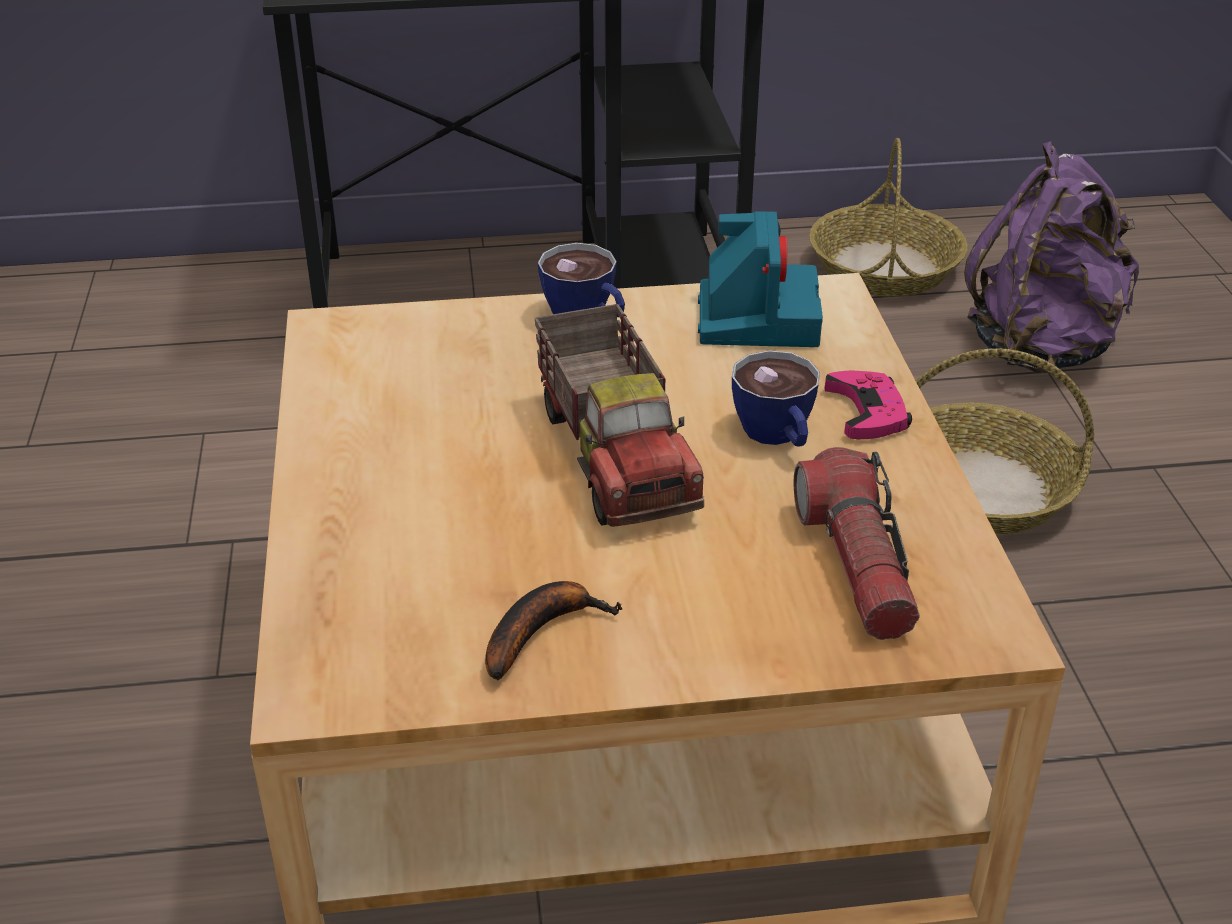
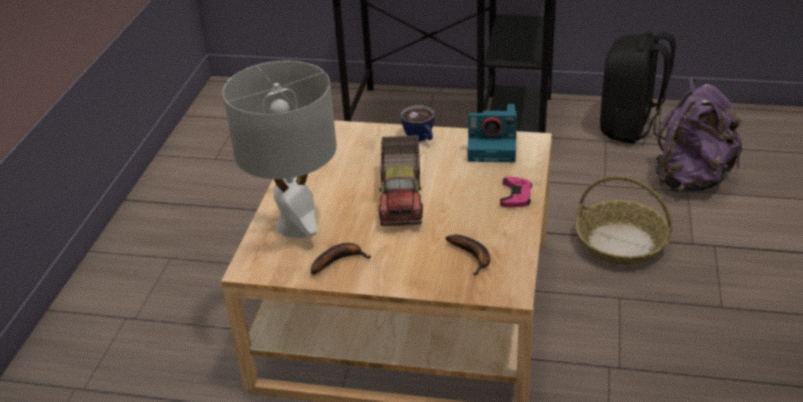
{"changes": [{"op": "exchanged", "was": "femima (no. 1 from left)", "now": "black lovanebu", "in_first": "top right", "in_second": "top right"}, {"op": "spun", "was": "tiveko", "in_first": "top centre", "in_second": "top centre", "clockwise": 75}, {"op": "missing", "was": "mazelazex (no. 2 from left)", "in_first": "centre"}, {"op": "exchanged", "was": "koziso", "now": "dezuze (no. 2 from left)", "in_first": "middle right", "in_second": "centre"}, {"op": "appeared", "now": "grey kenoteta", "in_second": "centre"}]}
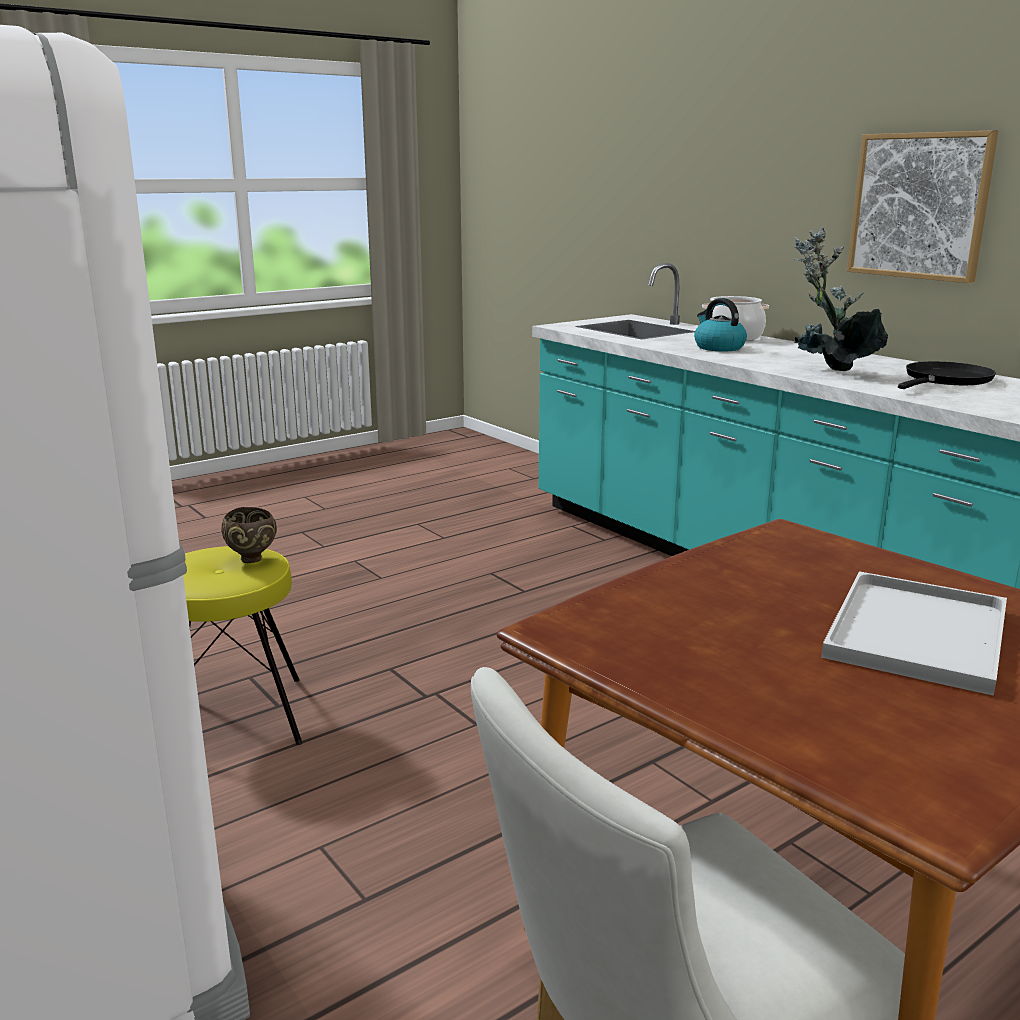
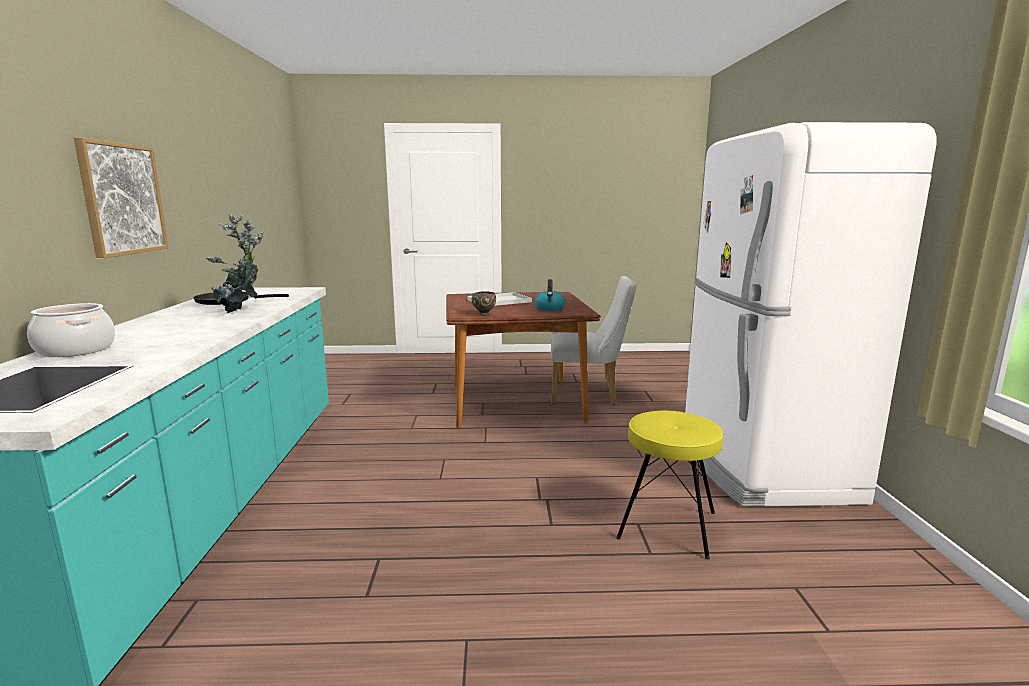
{"changes": [{"op": "relocated", "was": "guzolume", "in_first": "top right", "in_second": "centre"}, {"op": "relocated", "was": "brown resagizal", "in_first": "middle left", "in_second": "centre"}]}
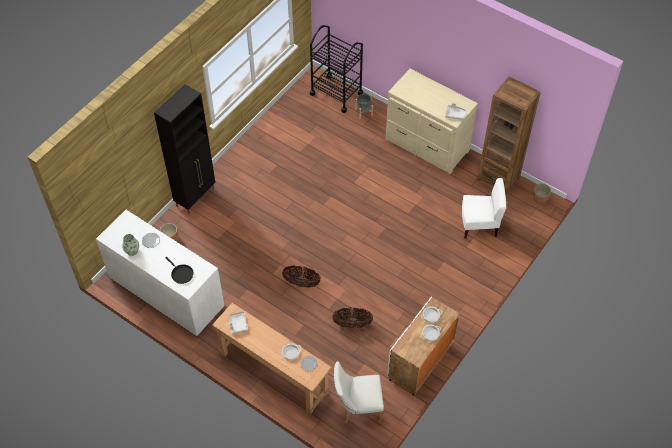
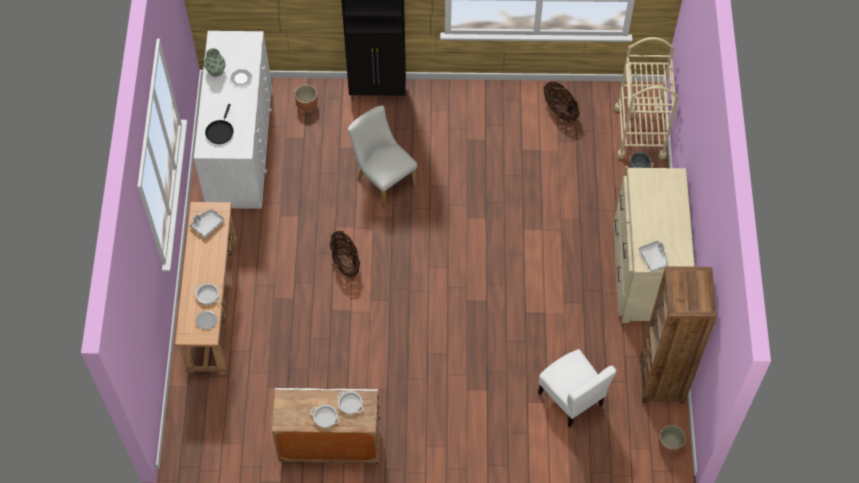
{"changes": [{"op": "colour", "was": "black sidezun", "now": "beige sidezun", "in_first": "top centre", "in_second": "top right"}, {"op": "relocated", "was": "femima (no. 2 from left)", "in_first": "bottom centre", "in_second": "top centre"}, {"op": "relocated", "was": "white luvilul (no. 1 from left)", "in_first": "bottom centre", "in_second": "top centre"}]}
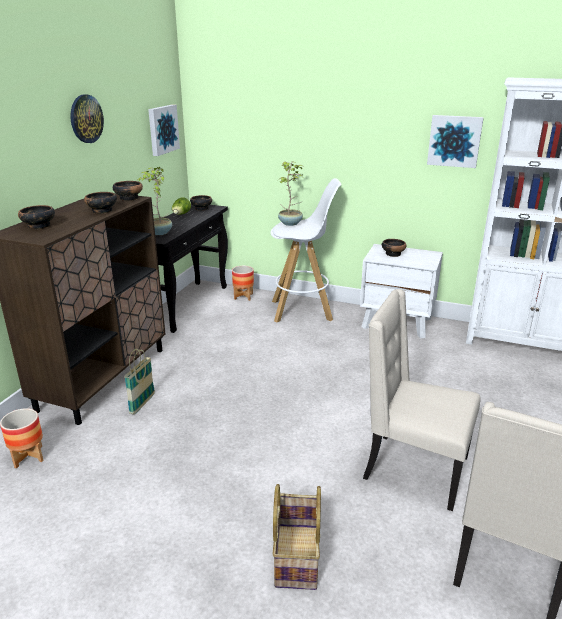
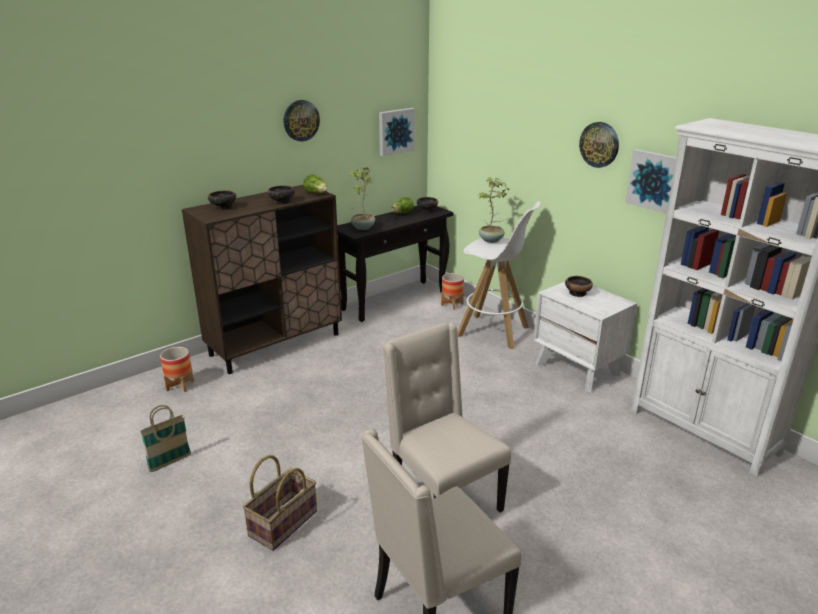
{"changes": [{"op": "exchanged", "was": "resagizal (no. 3 from left)", "now": "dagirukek (no. 1 from left)", "in_first": "top left", "in_second": "top centre"}, {"op": "relocated", "was": "femima (no. 1 from left)", "in_first": "middle left", "in_second": "bottom left"}, {"op": "appeared", "now": "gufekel (no. 2 from left)", "in_second": "top right"}]}
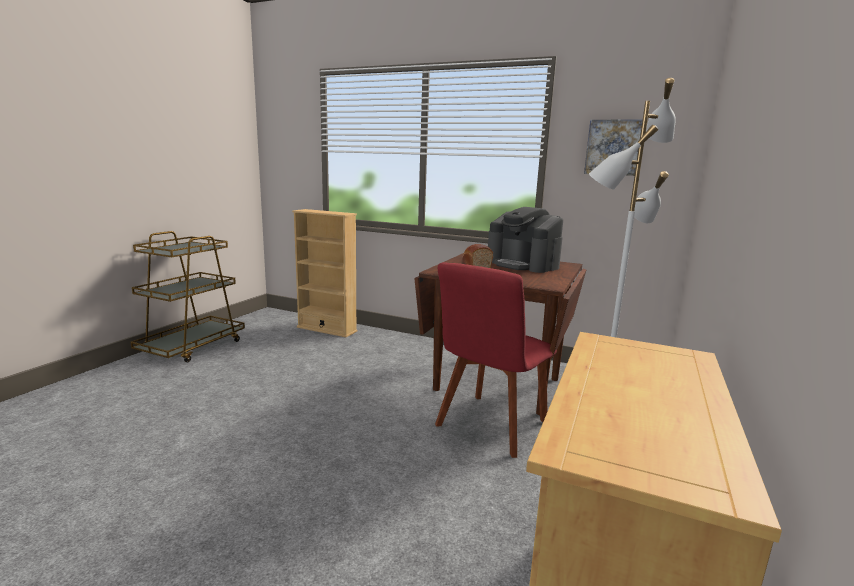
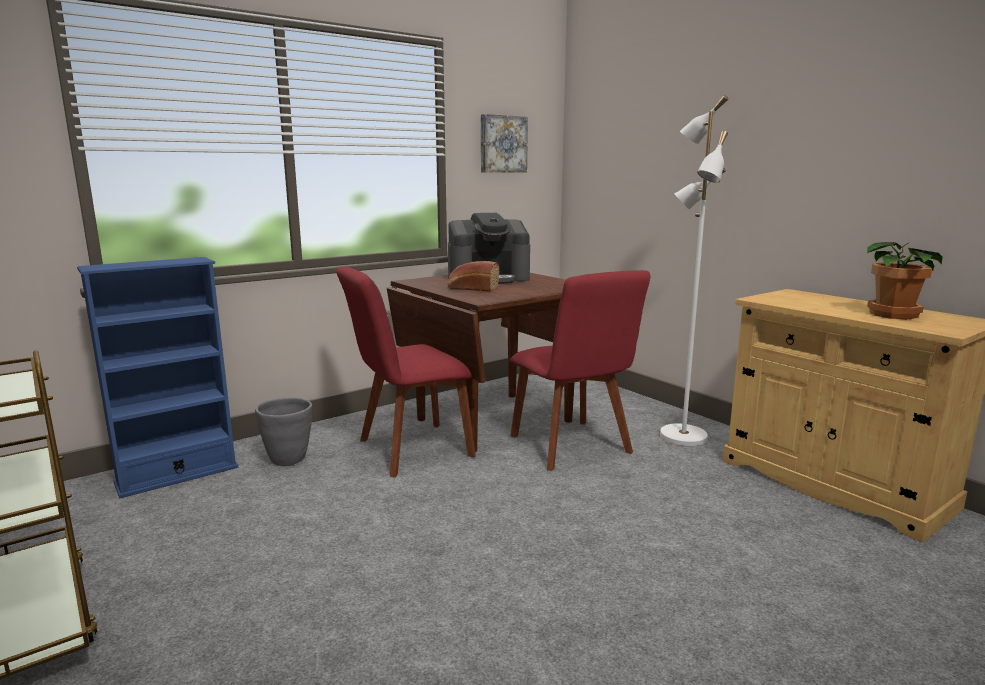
{"changes": [{"op": "colour", "was": "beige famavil", "now": "blue famavil", "in_first": "centre", "in_second": "middle left"}, {"op": "appeared", "now": "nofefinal", "in_second": "middle right"}, {"op": "appeared", "now": "red luvilul (no. 1 from left)", "in_second": "centre"}, {"op": "appeared", "now": "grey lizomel", "in_second": "middle left"}]}
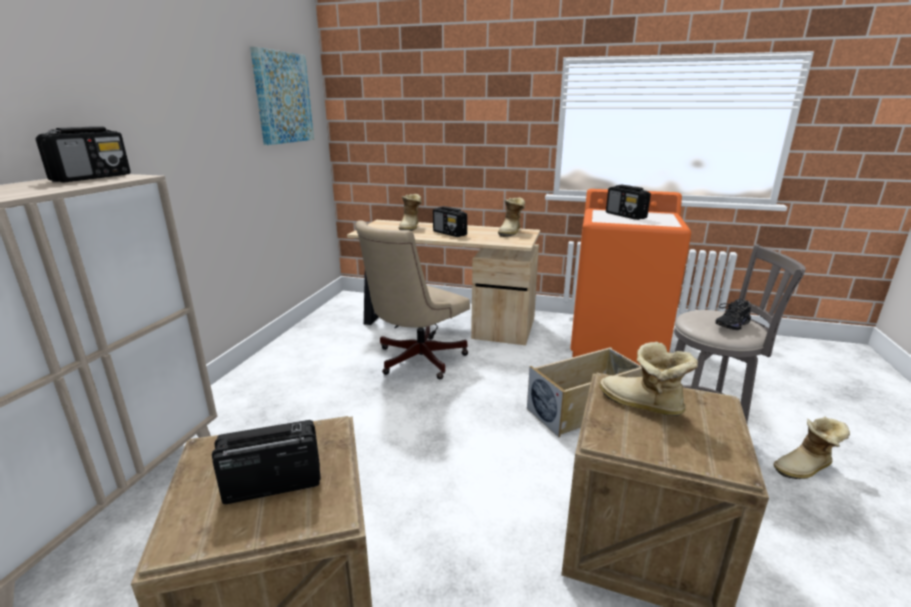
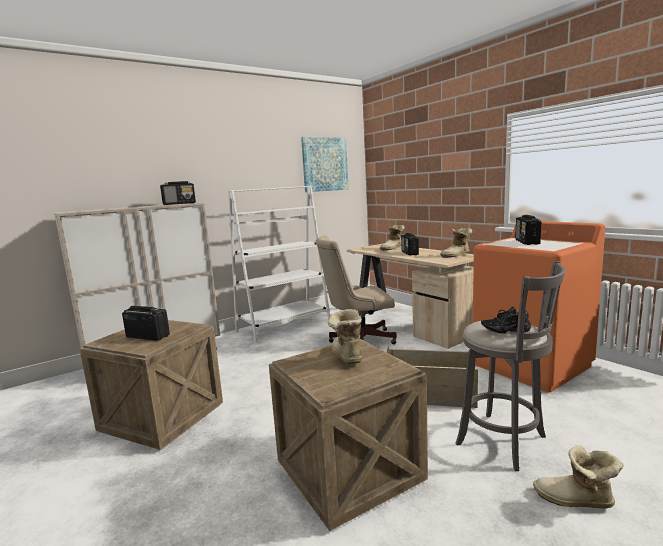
{"changes": [{"op": "appeared", "now": "white famavil", "in_second": "centre"}]}
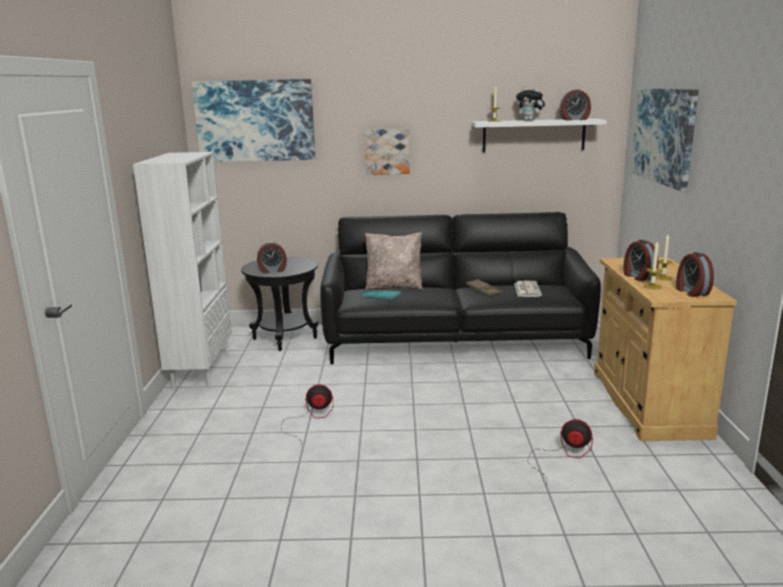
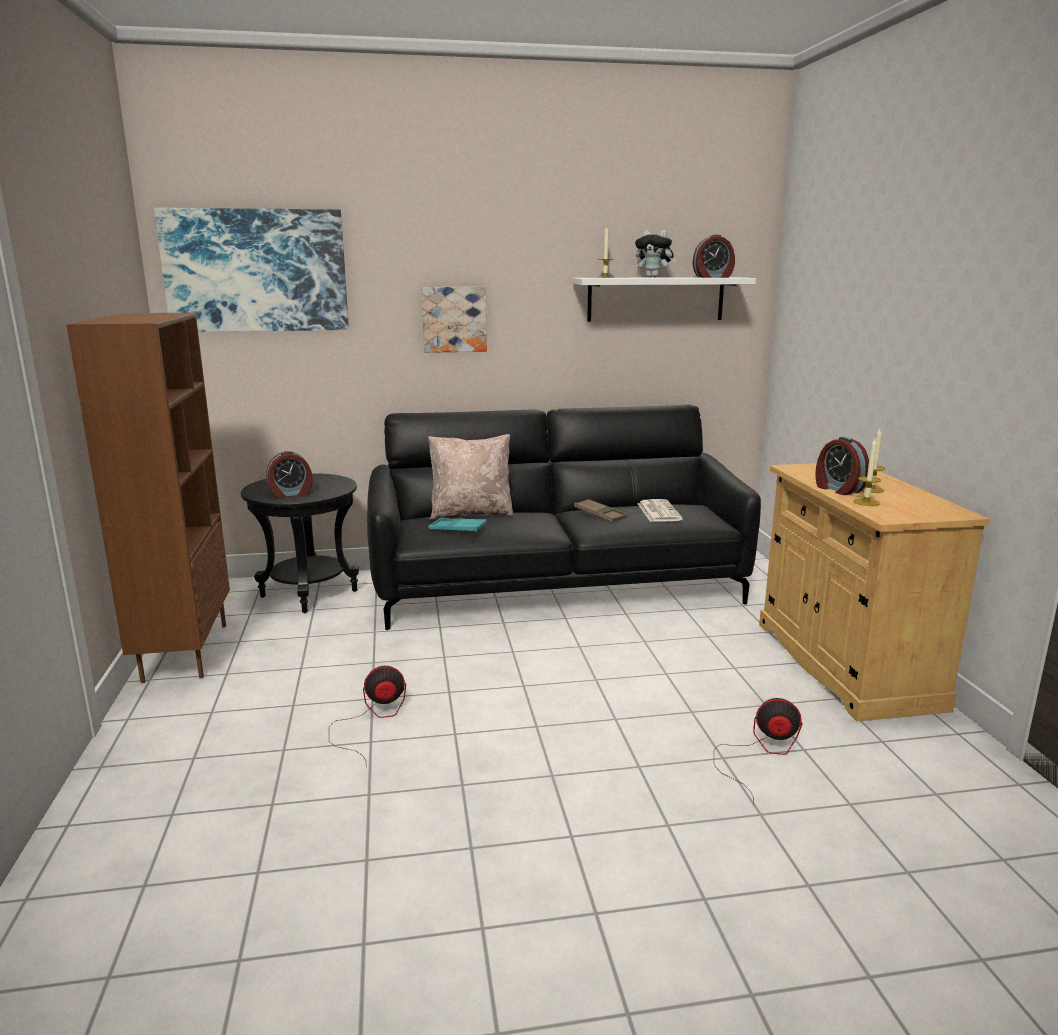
{"changes": [{"op": "missing", "was": "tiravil (no. 3 from left)", "in_first": "top right"}, {"op": "colour", "was": "white famavil", "now": "brown famavil", "in_first": "middle left", "in_second": "middle left"}, {"op": "missing", "was": "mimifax (no. 4 from left)", "in_first": "middle right"}]}
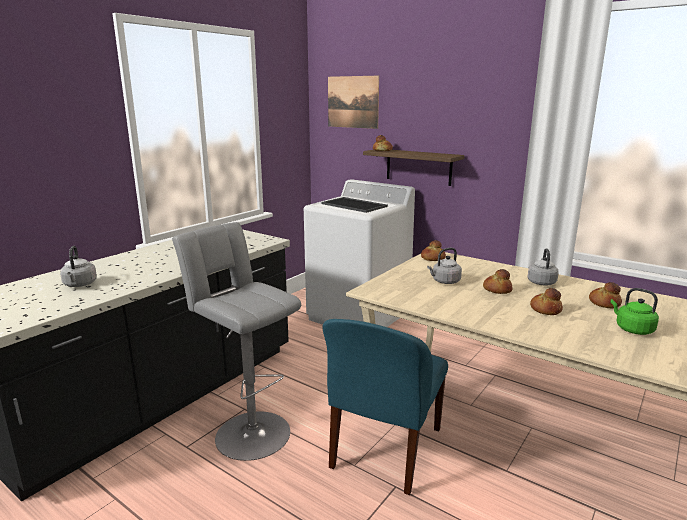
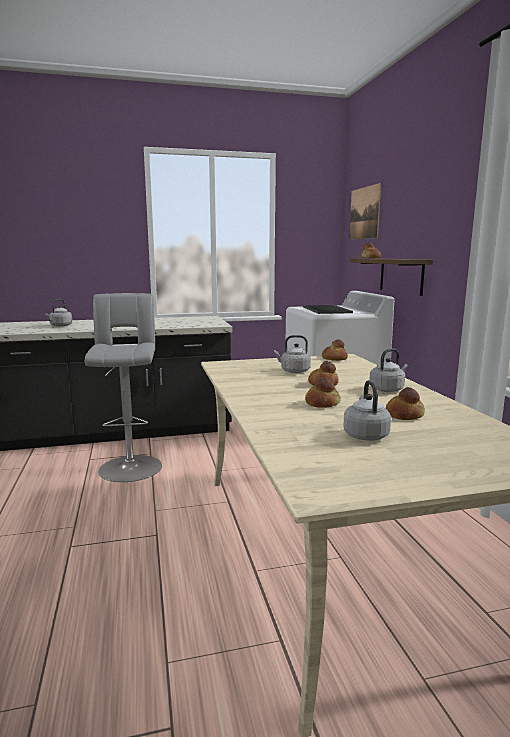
{"changes": [{"op": "colour", "was": "green guzolume", "now": "grey guzolume (no. 3 from left)", "in_first": "middle right", "in_second": "middle right"}, {"op": "missing", "was": "blue luvilul", "in_first": "bottom centre"}]}
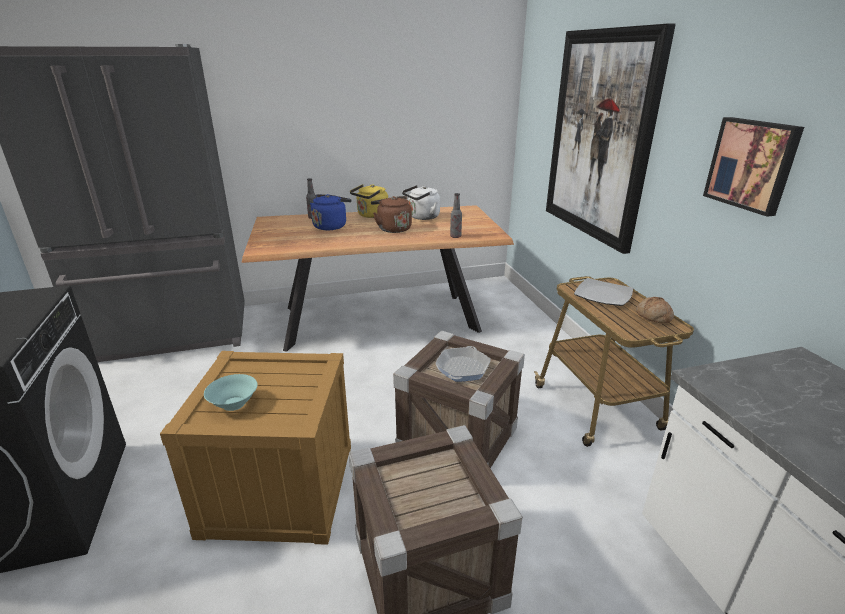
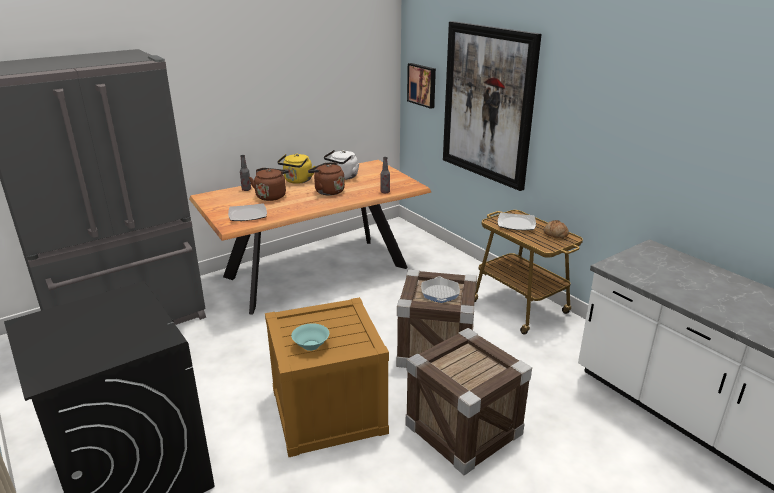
{"changes": [{"op": "relocated", "was": "tiravil (no. 2 from left in the first image)", "now": "tiravil (no. 1 from left)", "in_first": "top right", "in_second": "top centre"}, {"op": "colour", "was": "blue guzolume", "now": "brown guzolume (no. 1 from left)", "in_first": "centre", "in_second": "centre"}, {"op": "appeared", "now": "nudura (no. 1 from left)", "in_second": "middle left"}]}
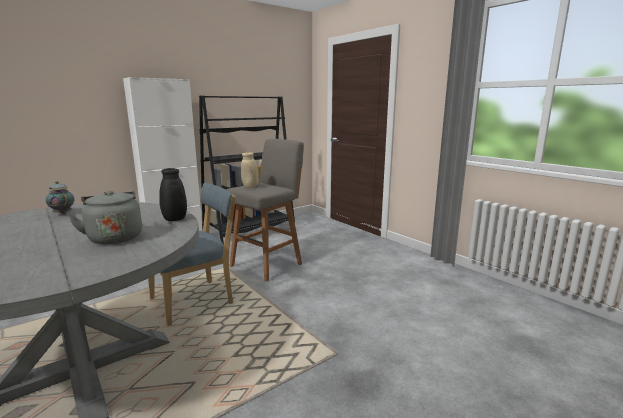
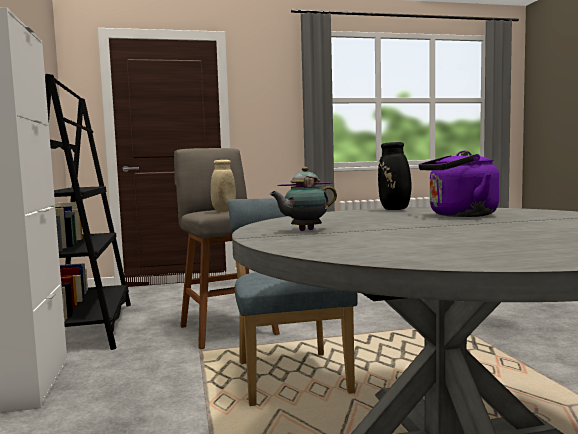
{"changes": [{"op": "colour", "was": "grey guzolume", "now": "purple guzolume", "in_first": "middle left", "in_second": "middle right"}]}
